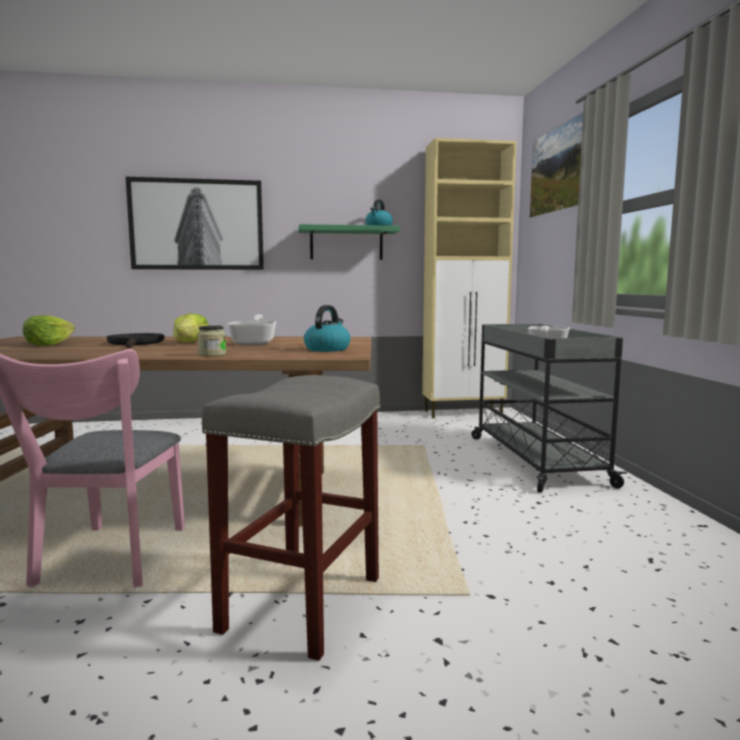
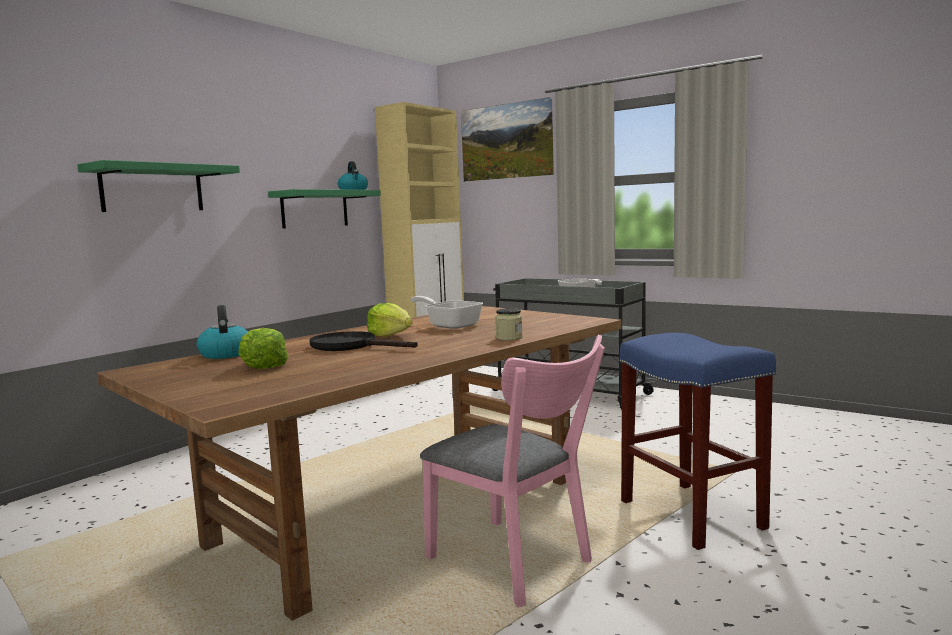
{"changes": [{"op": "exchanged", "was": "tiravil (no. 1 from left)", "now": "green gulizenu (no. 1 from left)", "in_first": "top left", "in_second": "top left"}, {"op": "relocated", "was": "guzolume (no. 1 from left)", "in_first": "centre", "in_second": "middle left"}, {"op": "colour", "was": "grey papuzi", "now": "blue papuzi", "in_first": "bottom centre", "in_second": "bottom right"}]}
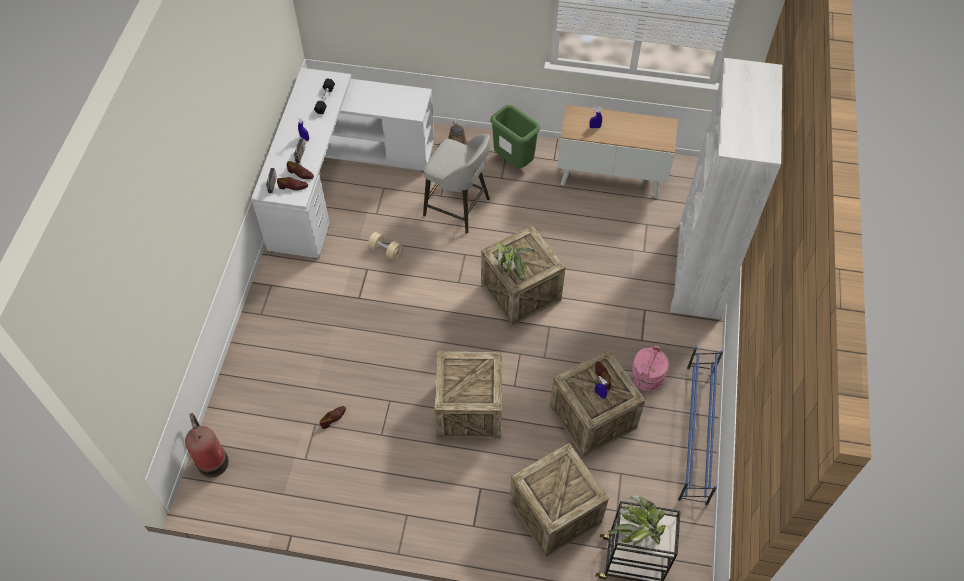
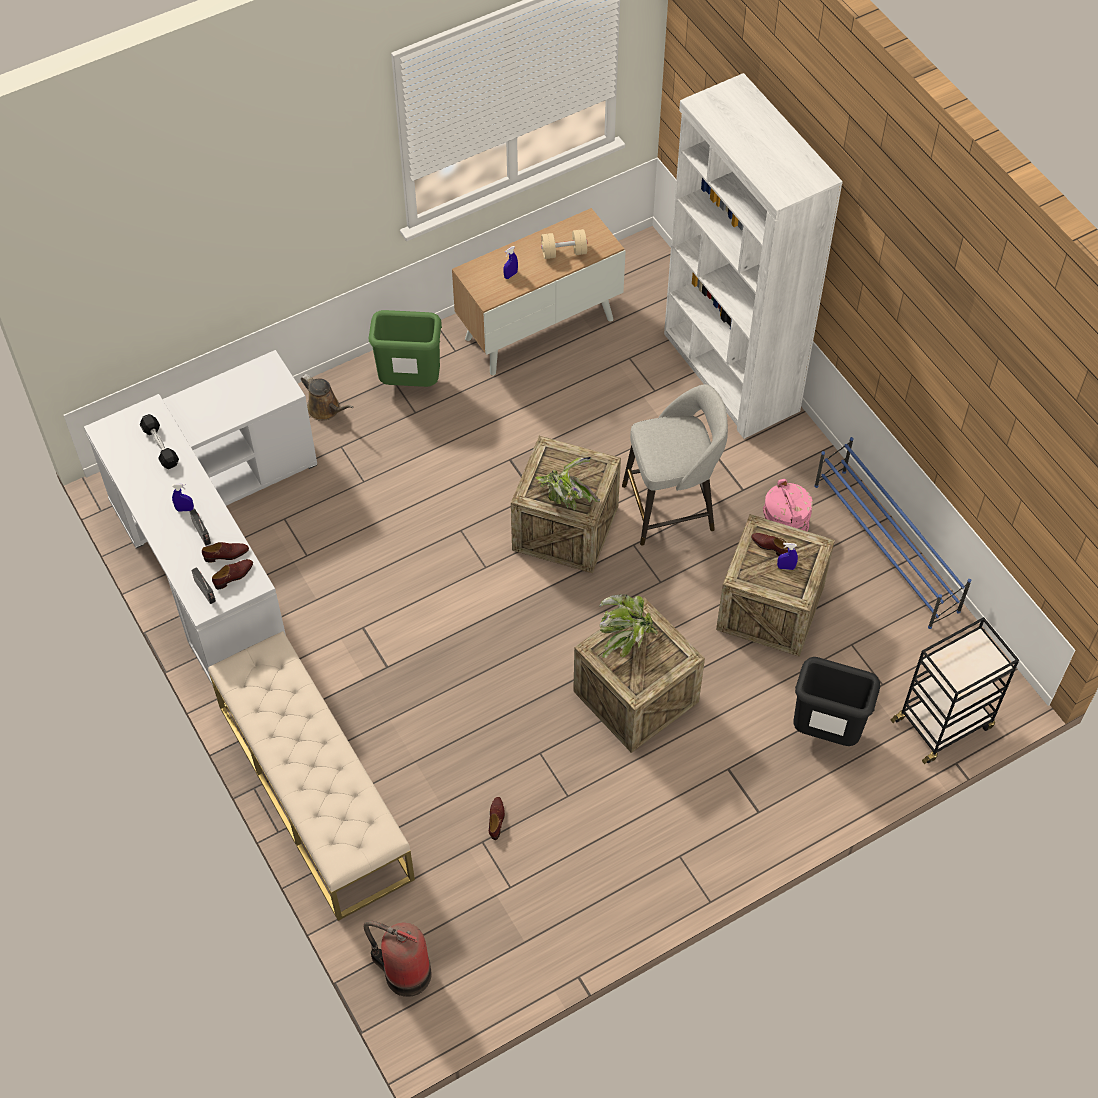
{"changes": [{"op": "relocated", "was": "grey papuzi", "in_first": "top centre", "in_second": "centre"}, {"op": "relocated", "was": "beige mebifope", "in_first": "centre", "in_second": "top centre"}, {"op": "exchanged", "was": "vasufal (no. 3 from left)", "now": "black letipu", "in_first": "bottom centre", "in_second": "middle right"}, {"op": "relocated", "was": "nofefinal (no. 2 from left)", "in_first": "bottom centre", "in_second": "centre"}, {"op": "appeared", "now": "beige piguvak", "in_second": "bottom left"}]}
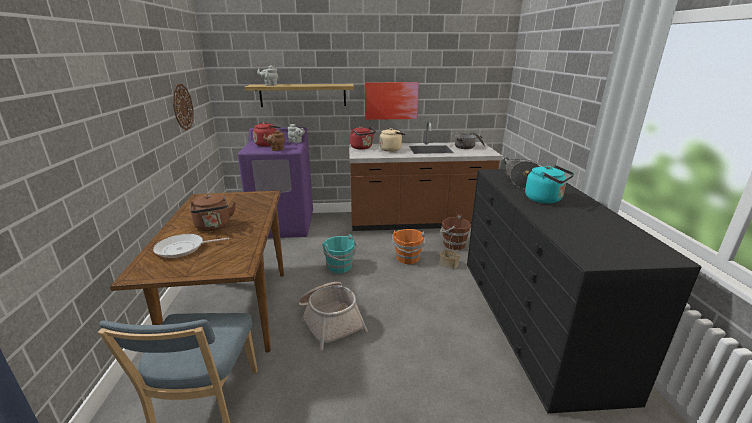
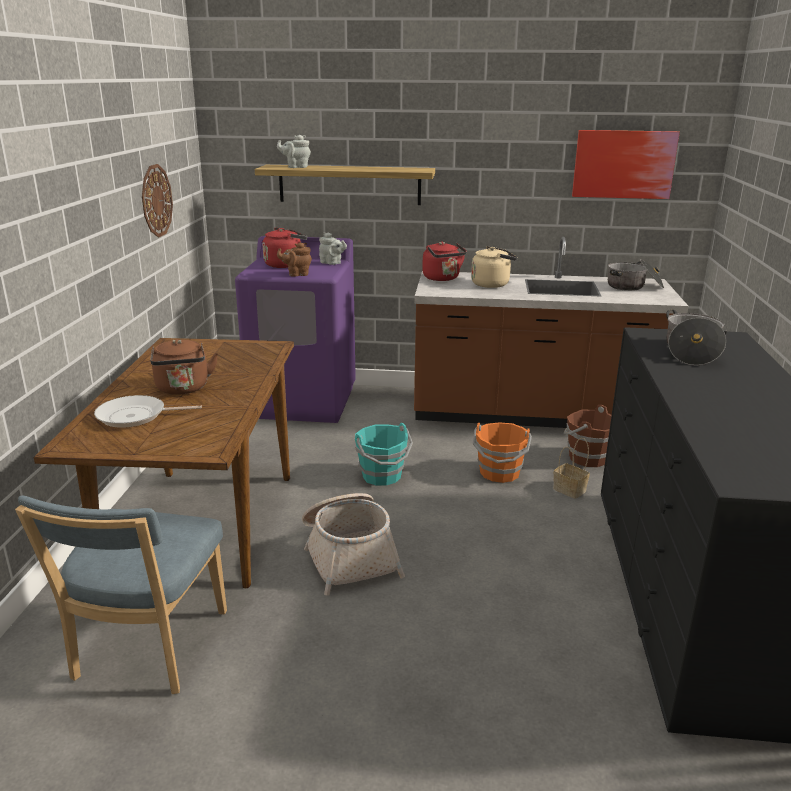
{"changes": [{"op": "relocated", "was": "tiravil", "in_first": "top centre", "in_second": "top right"}, {"op": "missing", "was": "turquoise guzolume", "in_first": "middle right"}]}
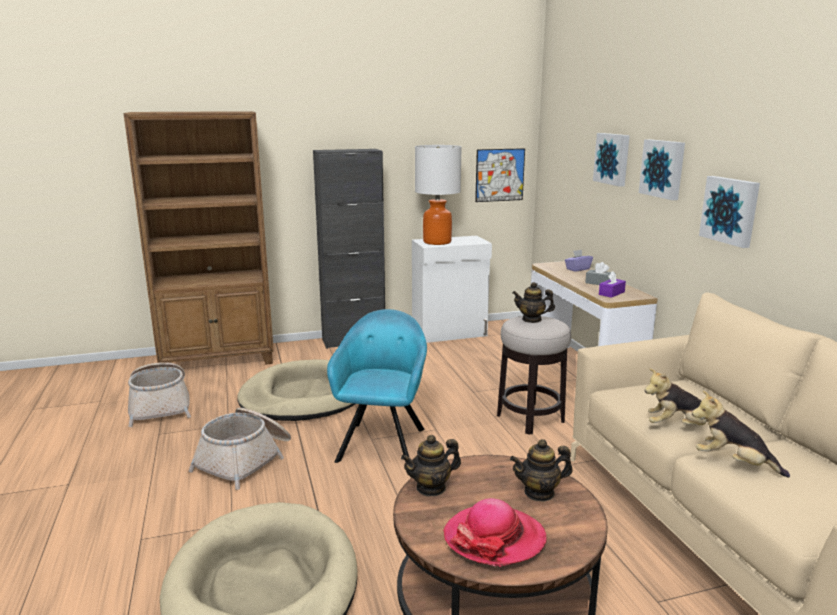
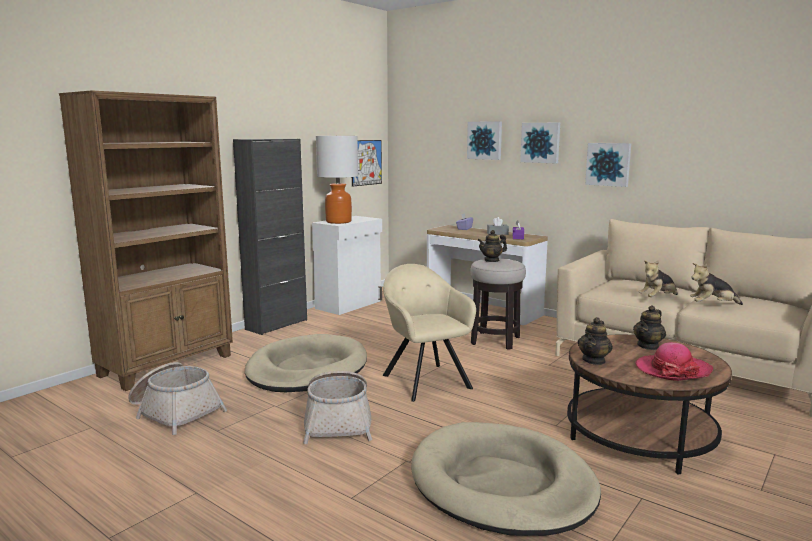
{"changes": [{"op": "colour", "was": "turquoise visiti", "now": "beige visiti", "in_first": "centre", "in_second": "centre"}]}
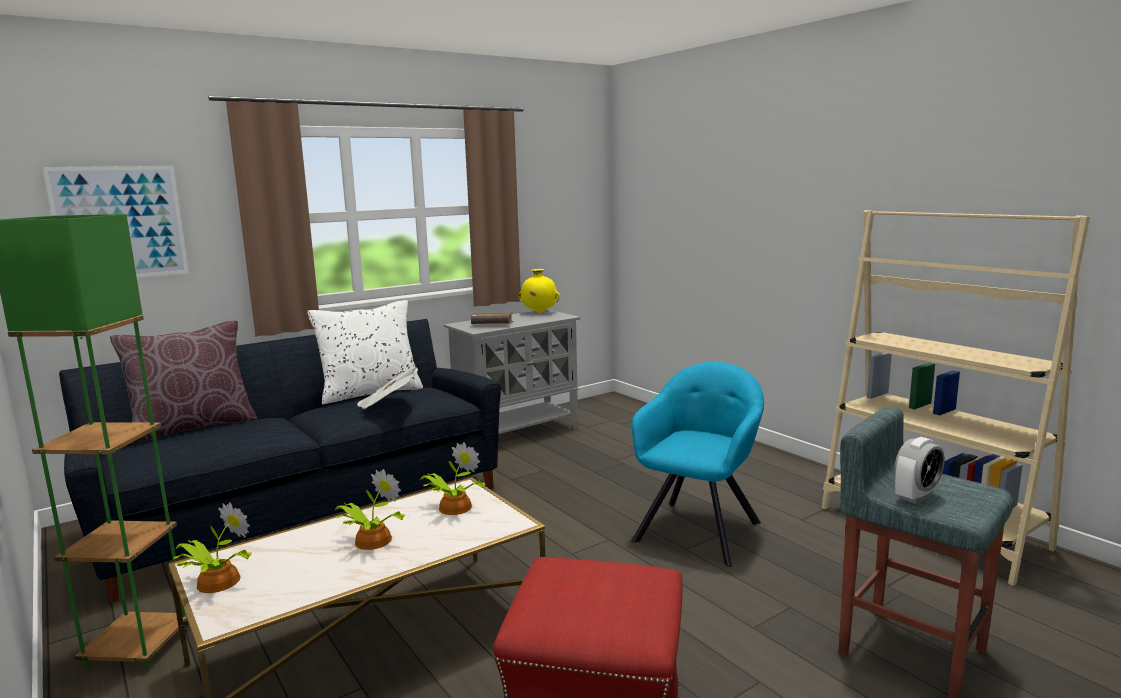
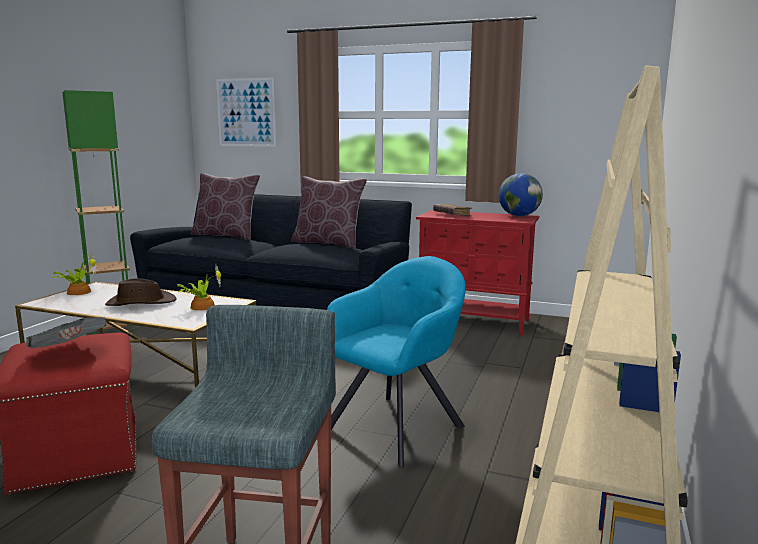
{"changes": [{"op": "exchanged", "was": "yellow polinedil", "now": "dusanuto", "in_first": "centre", "in_second": "middle right"}, {"op": "colour", "was": "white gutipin", "now": "brown gutipin (no. 2 from left)", "in_first": "middle left", "in_second": "centre"}, {"op": "colour", "was": "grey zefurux", "now": "red zefurux", "in_first": "centre", "in_second": "centre"}, {"op": "spun", "was": "turquoise visiti", "in_first": "centre", "in_second": "centre", "clockwise": -45}, {"op": "relocated", "was": "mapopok", "in_first": "centre", "in_second": "middle left"}, {"op": "missing", "was": "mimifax", "in_first": "bottom right"}, {"op": "exchanged", "was": "nofefinal (no. 2 from left)", "now": "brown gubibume", "in_first": "bottom left", "in_second": "middle left"}]}
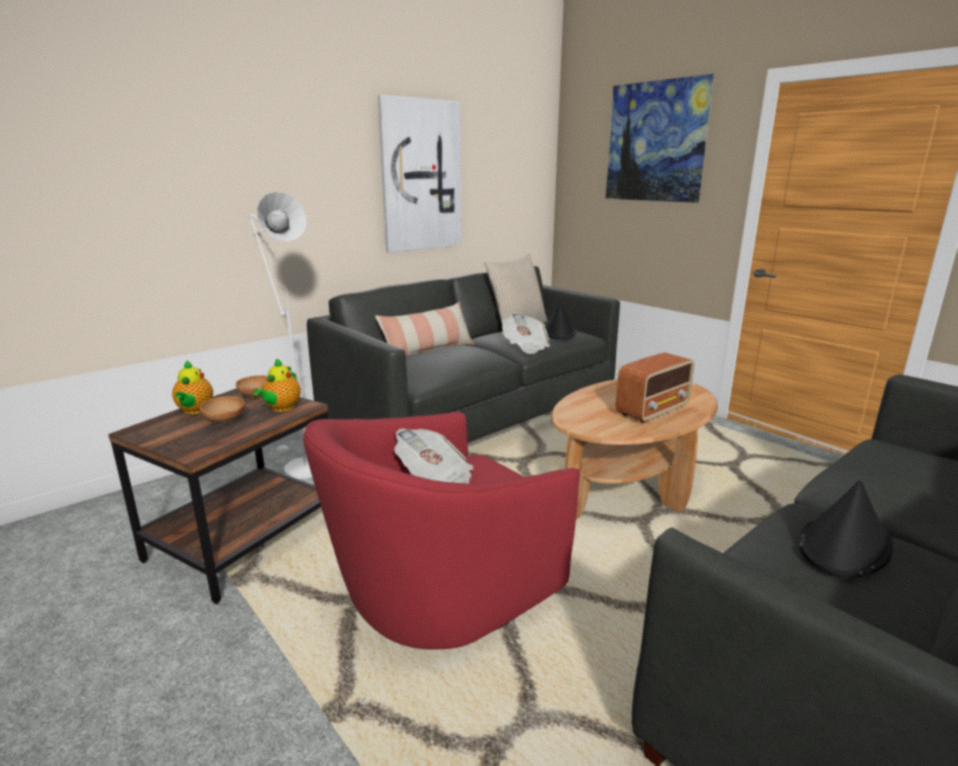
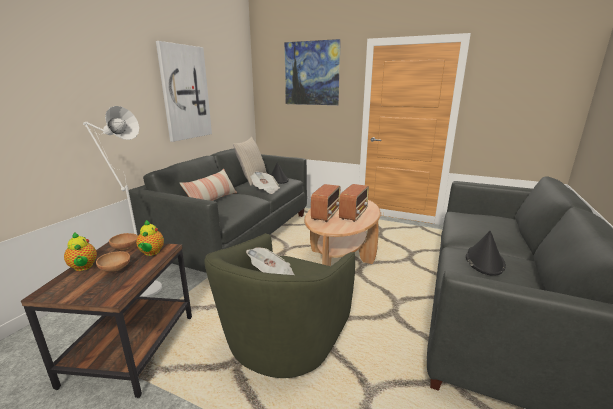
{"changes": [{"op": "colour", "was": "red visiti", "now": "green visiti", "in_first": "bottom centre", "in_second": "bottom centre"}, {"op": "appeared", "now": "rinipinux (no. 1 from left)", "in_second": "centre"}]}
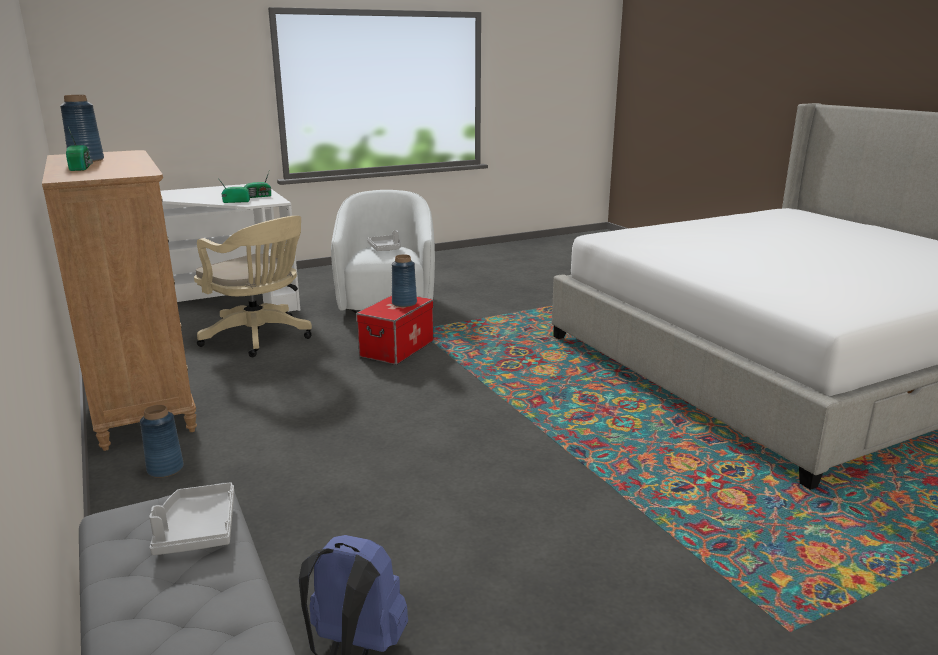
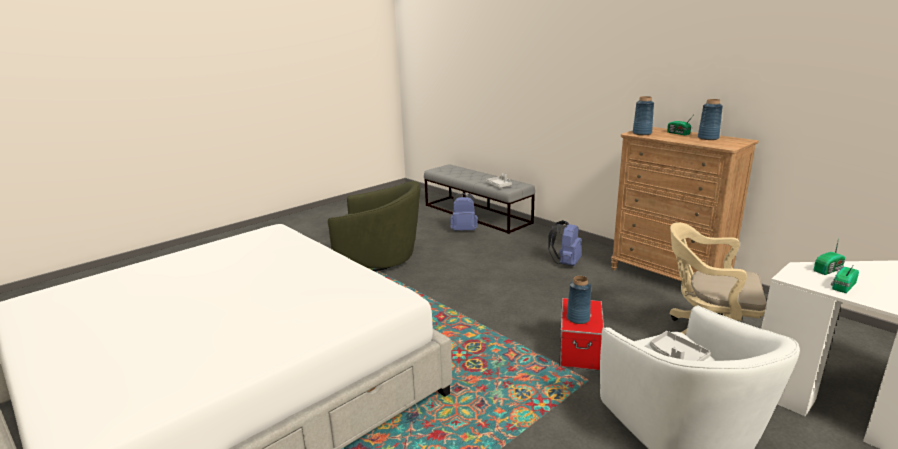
{"changes": [{"op": "relocated", "was": "blue polinedil (no. 2 from left)", "in_first": "bottom left", "in_second": "top right"}, {"op": "appeared", "now": "green visiti", "in_second": "centre"}, {"op": "appeared", "now": "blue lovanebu (no. 2 from left)", "in_second": "centre"}]}
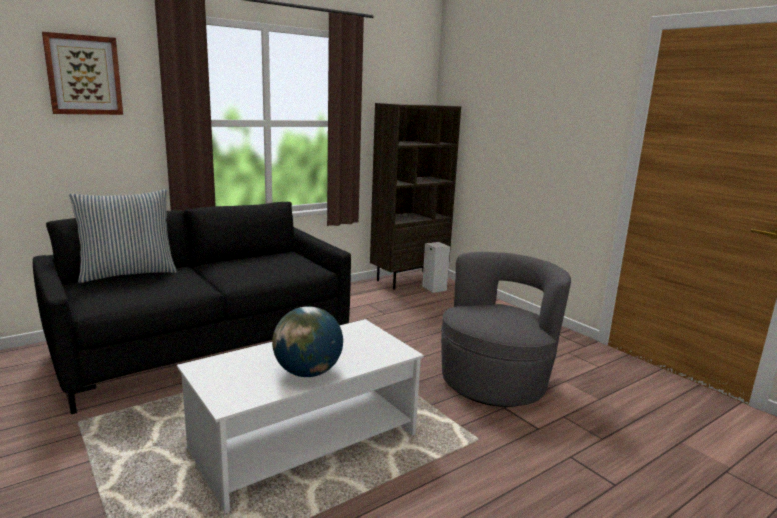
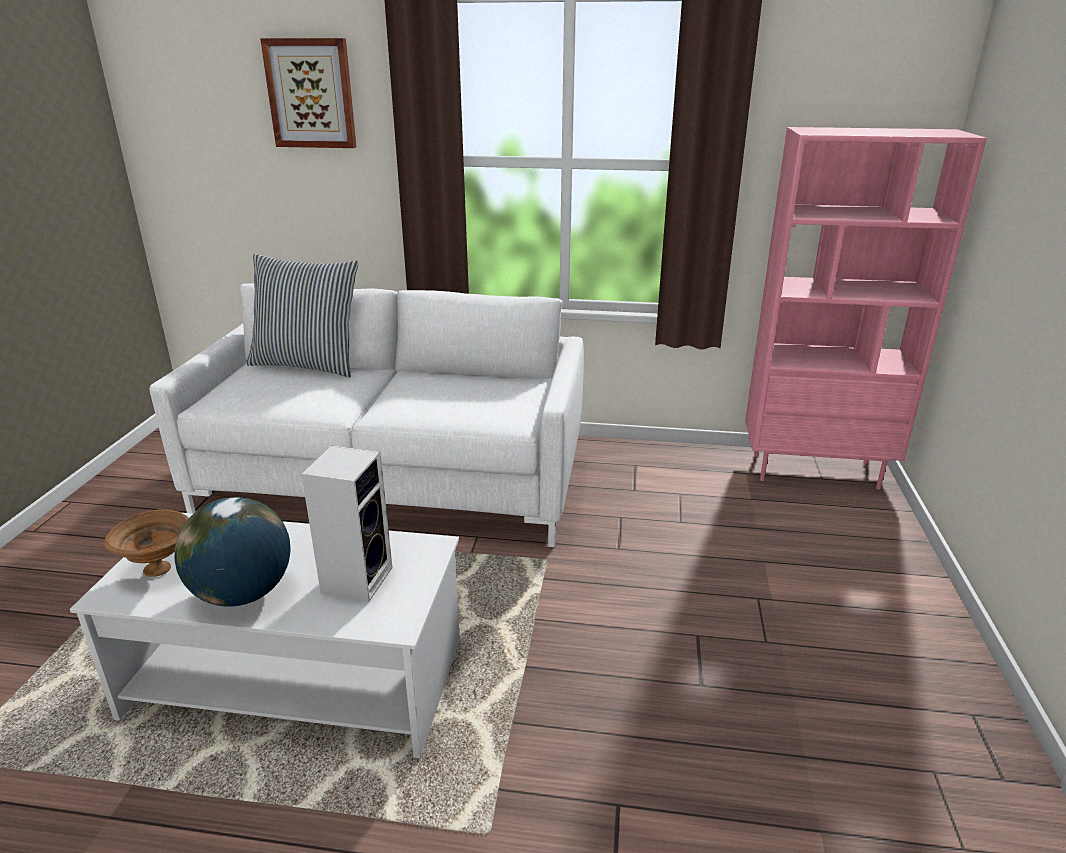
{"changes": [{"op": "colour", "was": "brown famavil", "now": "pink famavil", "in_first": "centre", "in_second": "middle right"}, {"op": "colour", "was": "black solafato", "now": "white solafato", "in_first": "middle left", "in_second": "centre"}, {"op": "relocated", "was": "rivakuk", "in_first": "centre", "in_second": "middle left"}, {"op": "missing", "was": "grey visiti", "in_first": "centre"}, {"op": "appeared", "now": "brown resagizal", "in_second": "middle left"}]}
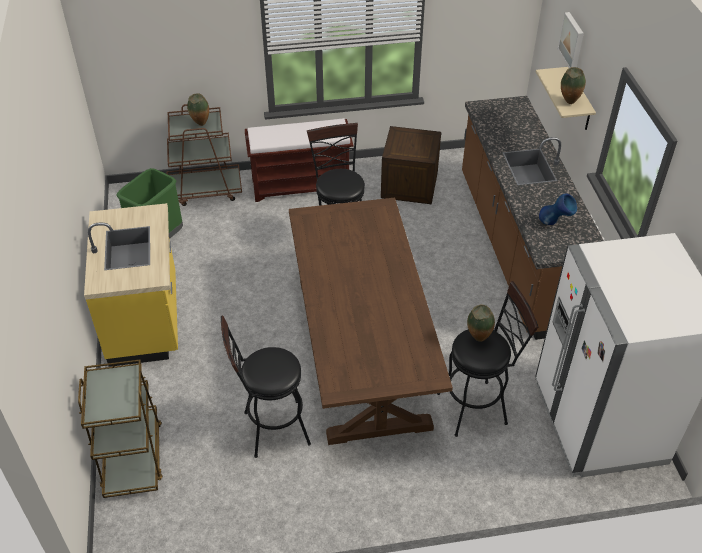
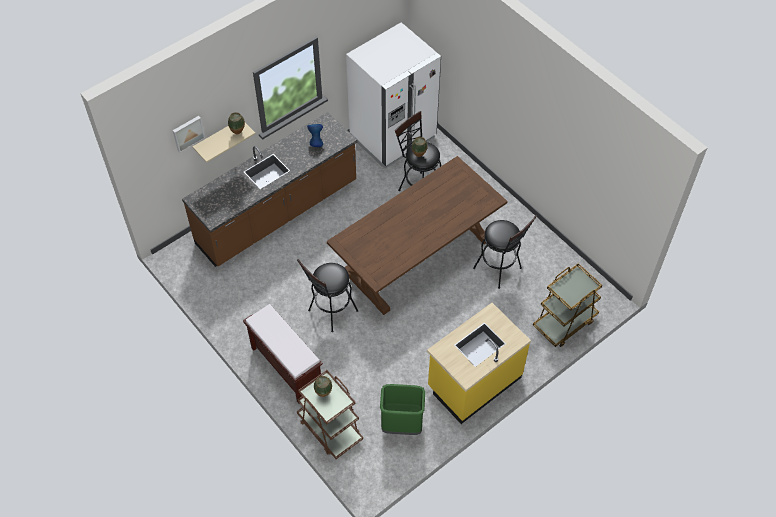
{"changes": [{"op": "missing", "was": "vasufal", "in_first": "top centre"}]}
